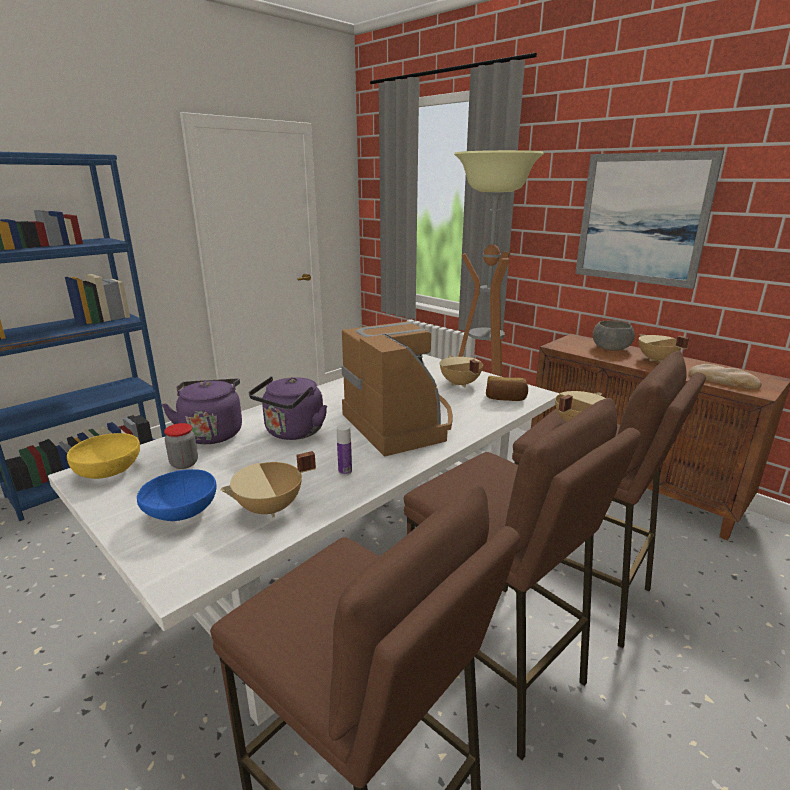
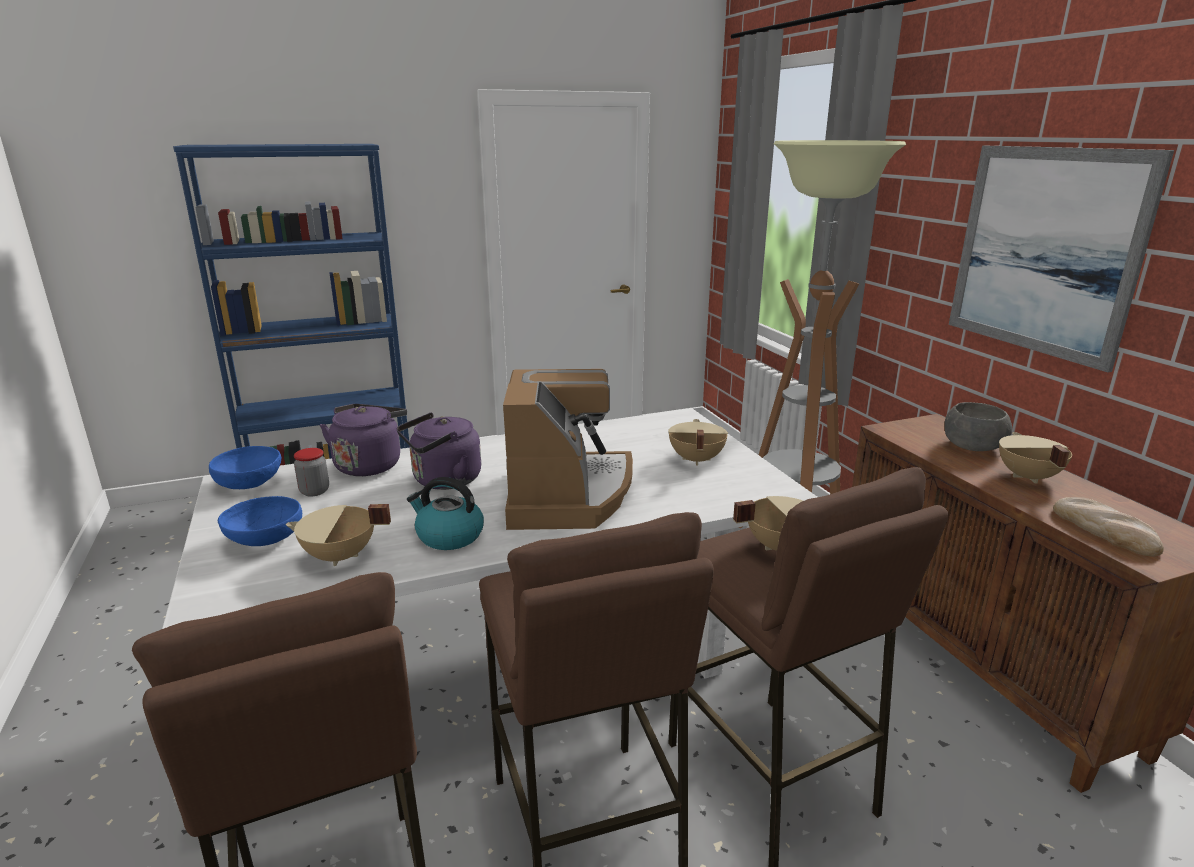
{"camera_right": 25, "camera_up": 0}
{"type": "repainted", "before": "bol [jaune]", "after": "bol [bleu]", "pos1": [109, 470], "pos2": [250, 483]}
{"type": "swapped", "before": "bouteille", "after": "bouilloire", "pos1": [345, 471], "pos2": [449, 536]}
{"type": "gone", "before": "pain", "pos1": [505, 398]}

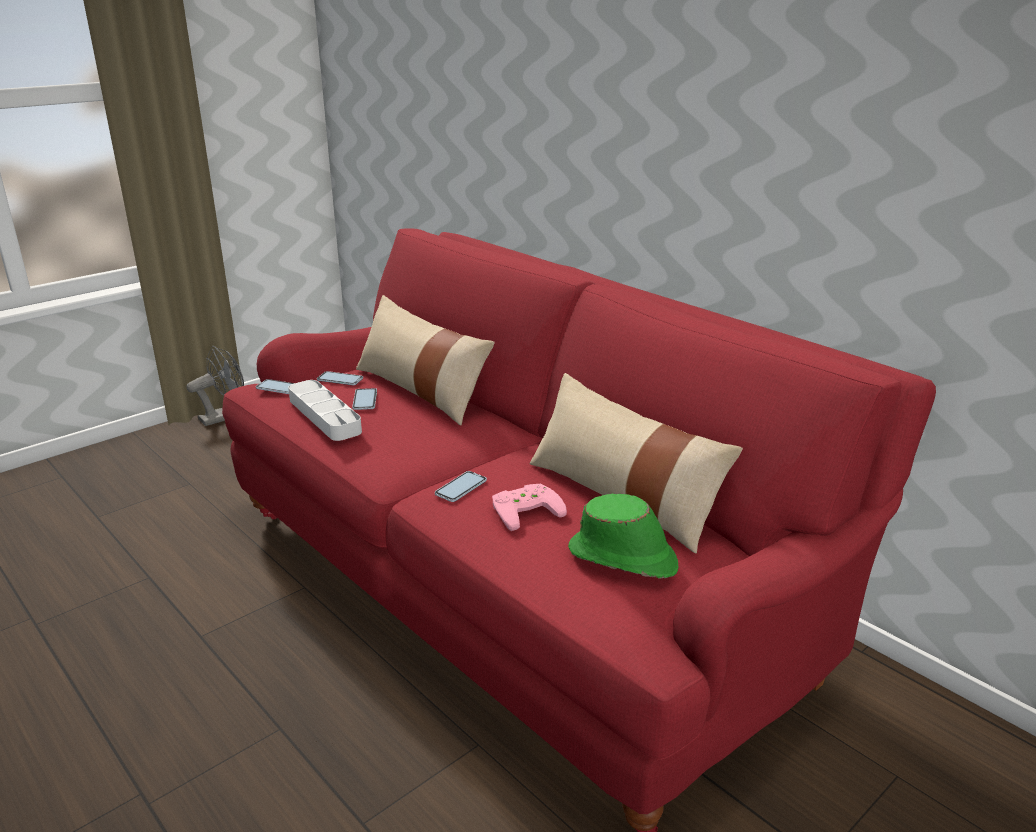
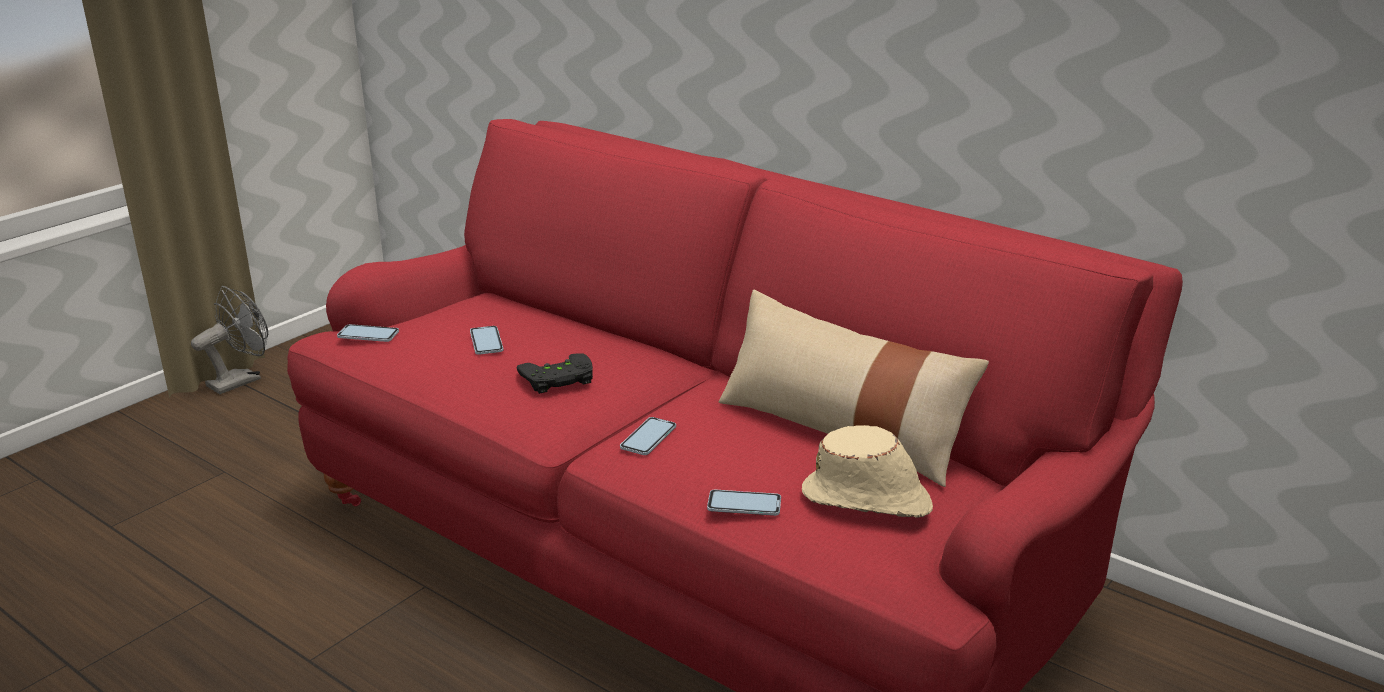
{"camera_right": -10, "camera_up": 0}
{"type": "gone", "before": "plateau [gris]", "pos1": [324, 415]}
{"type": "shifted", "before": "téléphone", "pos1": [340, 379], "pos2": [744, 504]}
{"type": "gone", "before": "coussin [beige]", "pos1": [421, 390]}
{"type": "gone", "before": "manette [rose]", "pos1": [525, 509]}
{"type": "repainted", "before": "chapeau [vert]", "after": "chapeau [beige]", "pos1": [623, 558], "pos2": [867, 500]}
{"type": "new", "after": "manette [noir]", "pos2": [558, 380]}

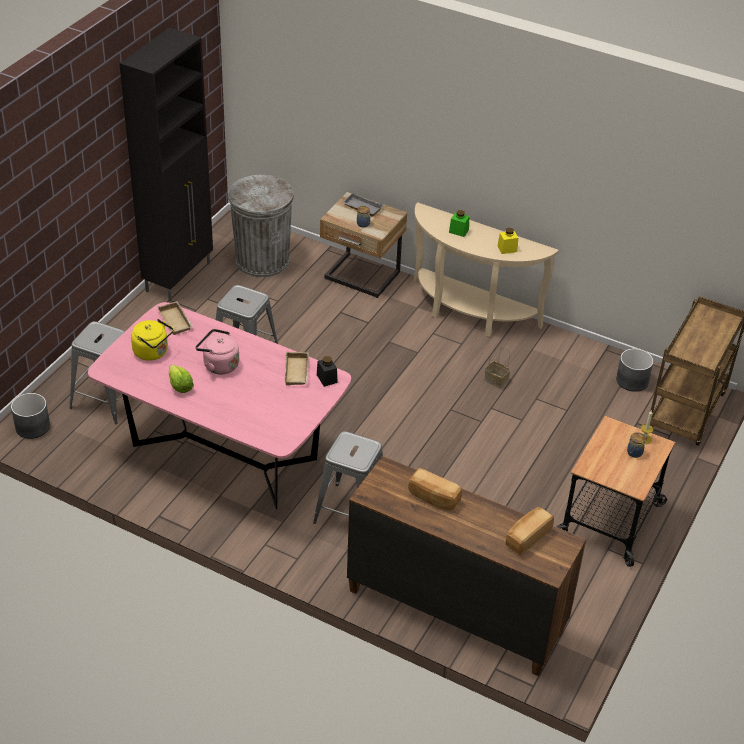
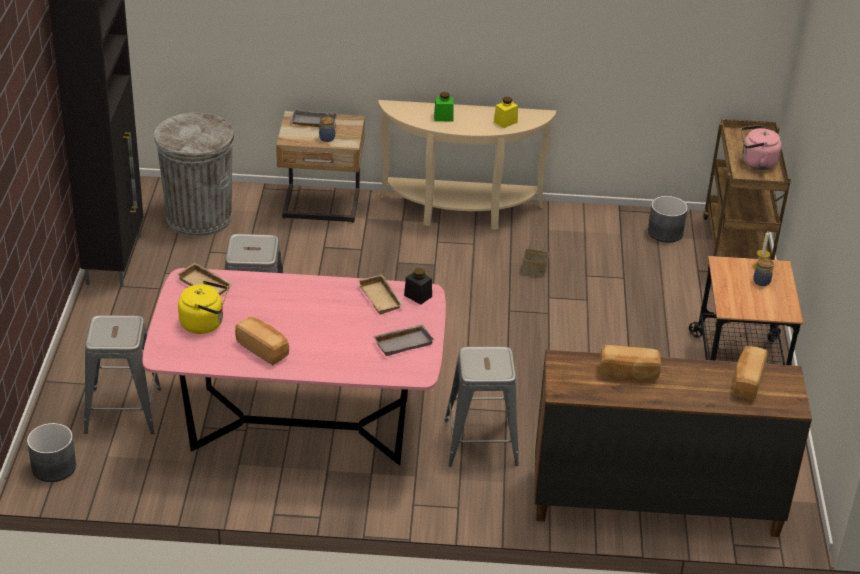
{"camera_right": -25, "camera_up": -5}
{"type": "swapped", "before": "laitue", "after": "pain", "pos1": [180, 386], "pos2": [263, 349]}
{"type": "shifted", "before": "bouilloire [rose]", "pos1": [219, 365], "pos2": [756, 163]}
{"type": "new", "after": "plateau [gris]", "pos2": [403, 342]}

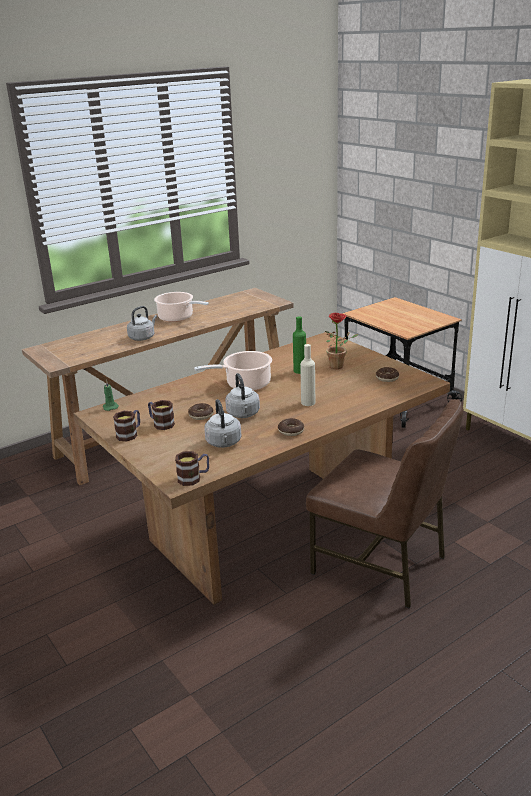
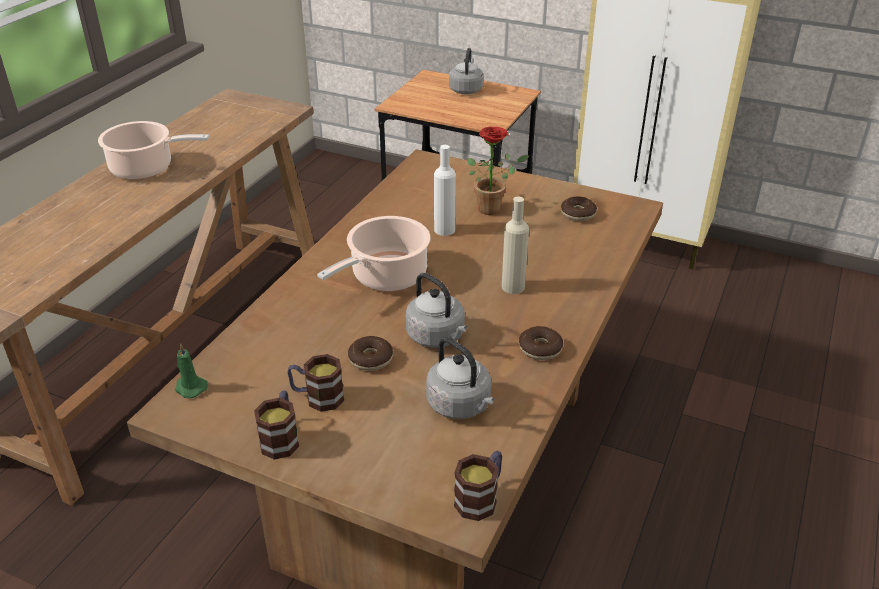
{"camera_right": -30, "camera_up": 10}
{"type": "shifted", "before": "bouilloire [gris]", "pos1": [143, 337], "pos2": [466, 89]}
{"type": "repainted", "before": "bouteille [vert]", "after": "bouteille [blanc]", "pos1": [300, 371], "pos2": [444, 230]}
{"type": "gone", "before": "chaise [marron]", "pos1": [381, 565]}

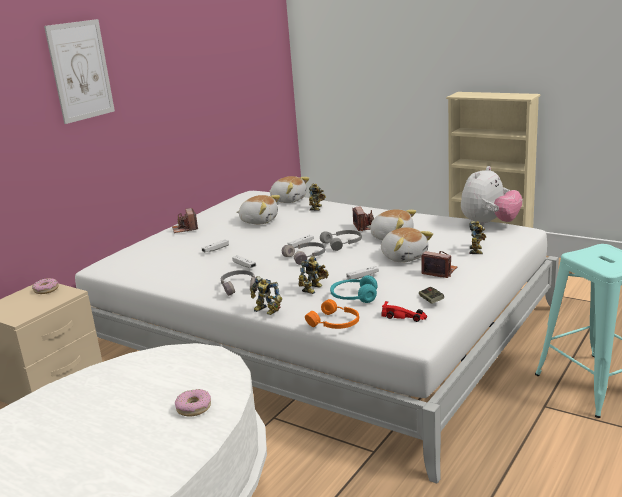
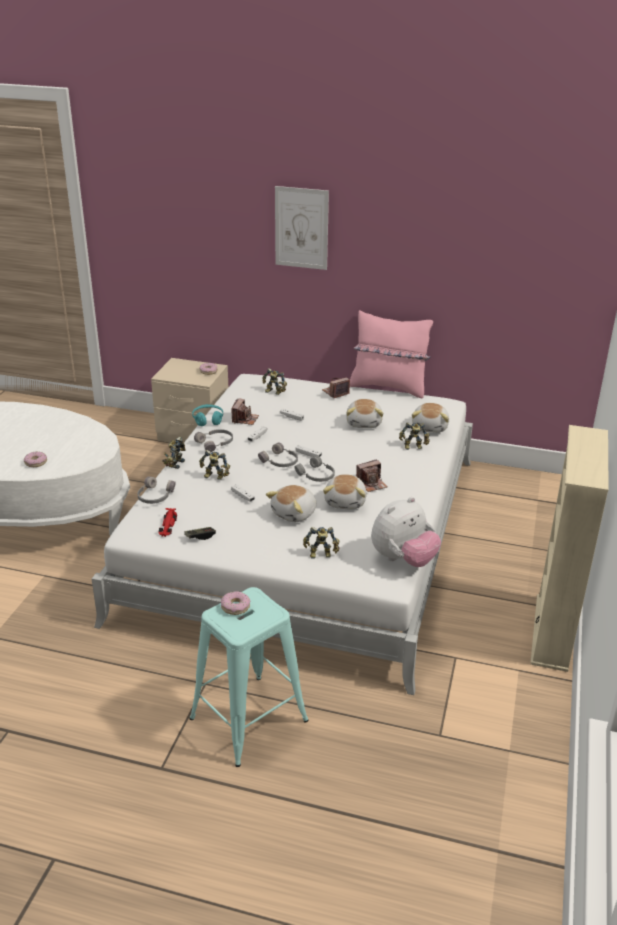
{"camera_right": 70, "camera_up": 10}
{"type": "repainted", "before": "casque audio [orange]", "after": "casque audio [gris]", "pos1": [335, 323], "pos2": [155, 496]}
{"type": "shifted", "before": "casque audio [turquoise]", "pos1": [354, 297], "pos2": [208, 419]}
{"type": "shifted", "before": "appareil photo", "pos1": [439, 271], "pos2": [245, 419]}
{"type": "rotated", "before": "peluche", "pos1": [489, 224], "pos2": [403, 559], "turn": -60}
{"type": "new", "after": "beignet", "pos2": [235, 607]}
{"type": "new", "after": "robot jouet", "pos2": [273, 392]}
{"type": "new", "after": "coussin [rose]", "pos2": [388, 387]}

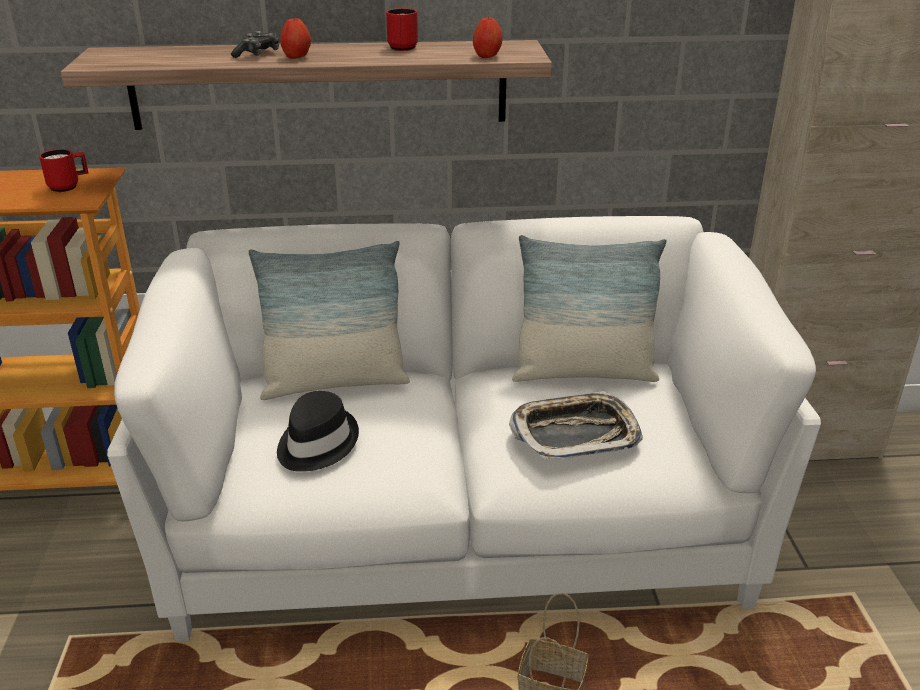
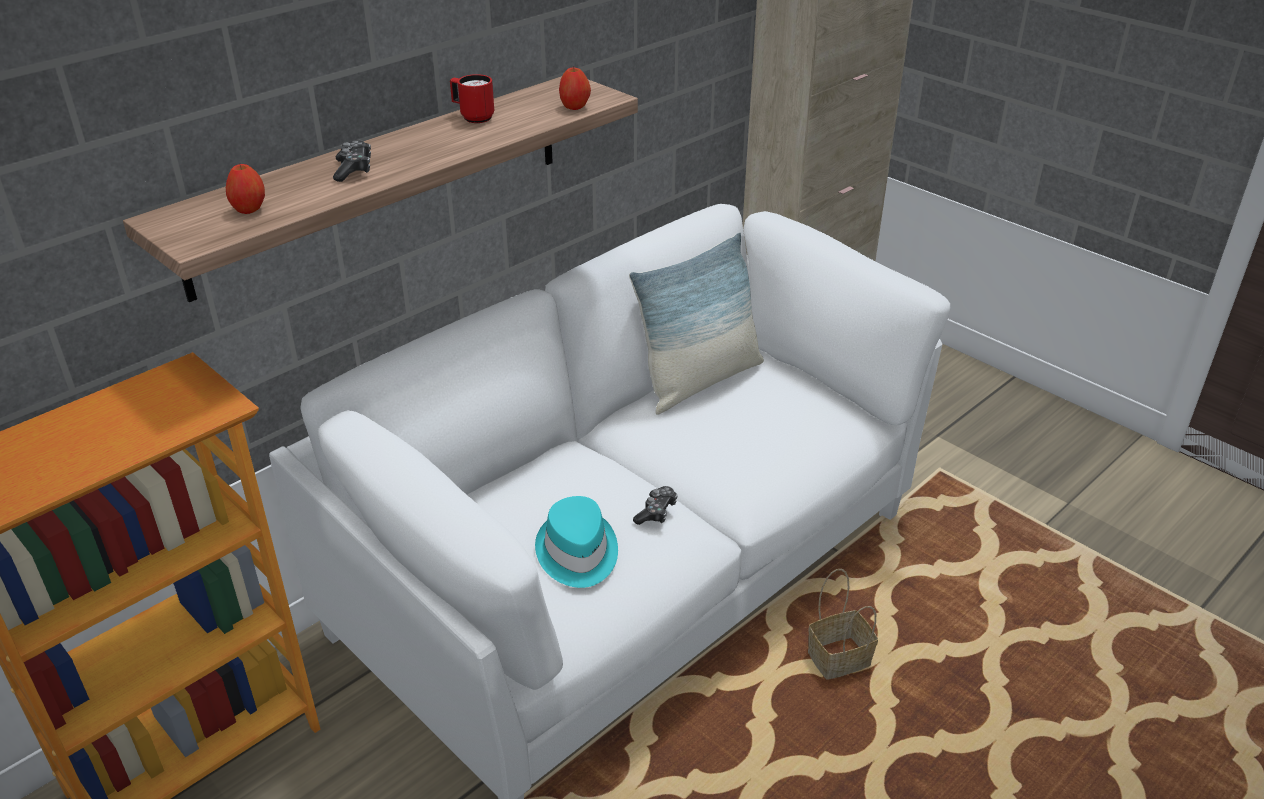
{"camera_right": -40, "camera_up": 5}
{"type": "gone", "before": "mug [rouge]", "pos1": [69, 187]}
{"type": "gone", "before": "coussin", "pos1": [335, 382]}
{"type": "repainted", "before": "chapeau [noir]", "after": "chapeau [turquoise]", "pos1": [316, 443], "pos2": [576, 553]}
{"type": "shifted", "before": "pomme", "pos1": [297, 57], "pos2": [249, 209]}
{"type": "gone", "before": "plateau", "pos1": [575, 433]}
{"type": "new", "after": "manette", "pos2": [656, 512]}

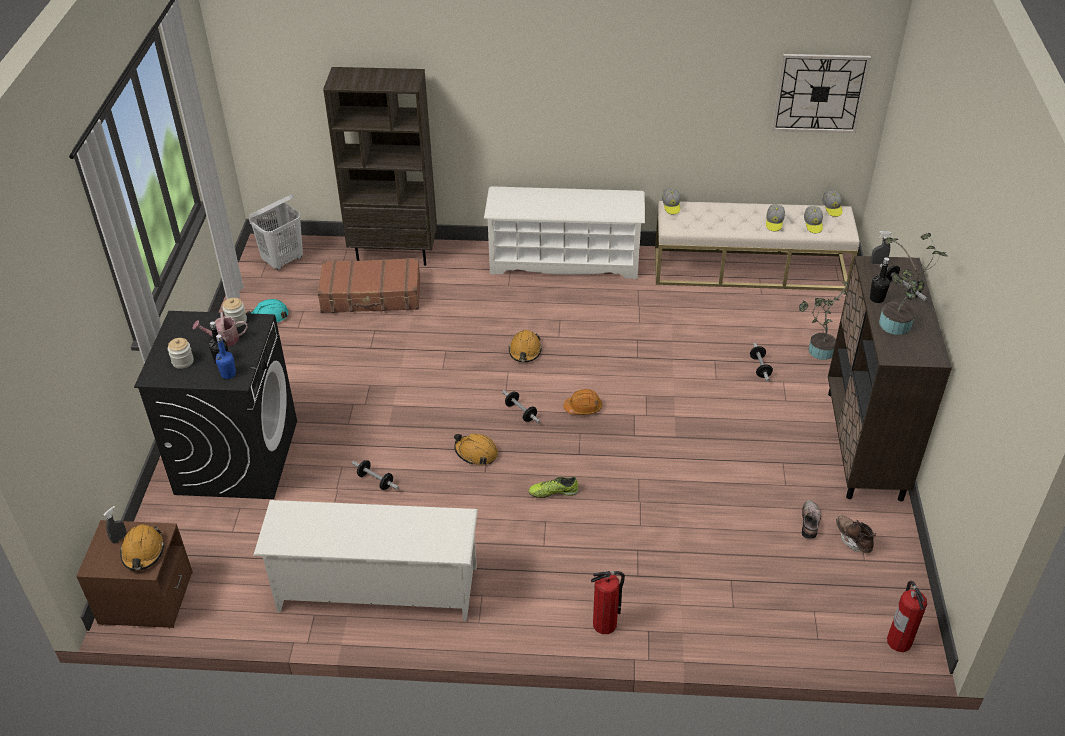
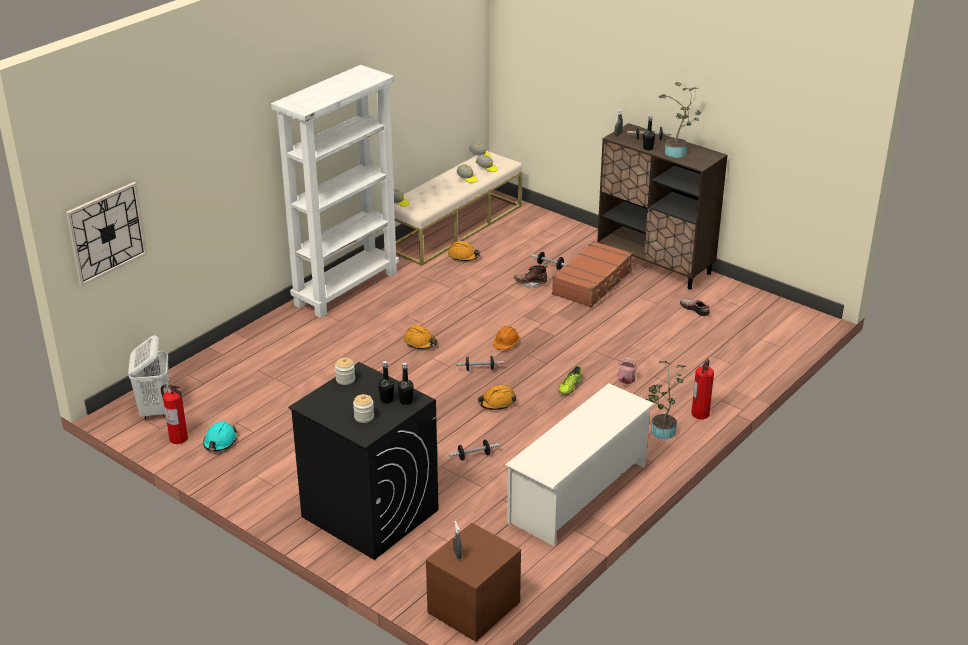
{"camera_right": -55, "camera_up": -10}
{"type": "shifted", "before": "casque de chantier [orange]", "pos1": [143, 552], "pos2": [463, 256]}
{"type": "shifted", "before": "arrosoir", "pos1": [223, 339], "pos2": [625, 380]}
{"type": "repainted", "before": "bouteille [bleu]", "after": "bouteille [noir]", "pos1": [228, 374], "pos2": [406, 401]}
{"type": "shifted", "before": "valise [marron]", "pos1": [371, 295], "pos2": [592, 283]}
{"type": "gone", "before": "bibliothèque [marron]", "pos1": [394, 253]}
{"type": "swapped", "before": "étagère à chaussures [blanc]", "after": "bibliothèque [blanc]", "pos1": [564, 261], "pos2": [346, 288]}
{"type": "shifted", "before": "horloge murale", "pos1": [819, 93], "pos2": [106, 233]}
{"type": "shifted", "before": "plante en pot", "pos1": [818, 350], "pos2": [661, 433]}
{"type": "shifted", "before": "botte [marron]", "pos1": [853, 539], "pos2": [530, 284]}
{"type": "shifted", "before": "extincteur", "pos1": [899, 641], "pos2": [178, 438]}

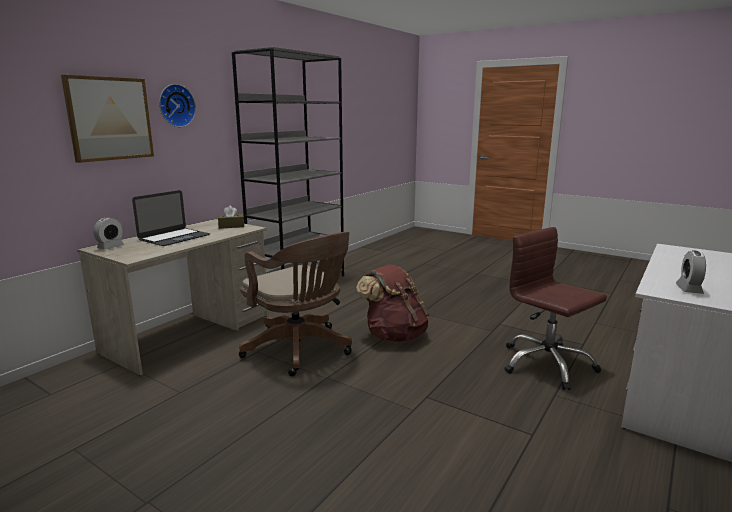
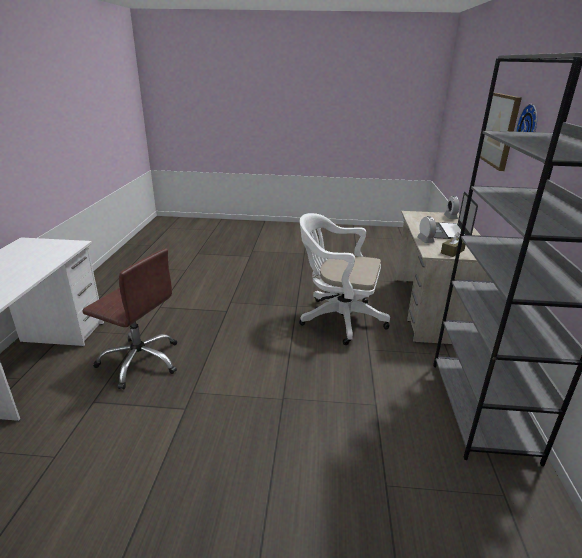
{"camera_right": 150, "camera_up": 10}
{"type": "repainted", "before": "chaise de bureau [marron]", "after": "chaise de bureau [blanc]", "pos1": [300, 350], "pos2": [338, 319]}
{"type": "gone", "before": "sac à dos [marron]", "pos1": [394, 335]}
{"type": "shifted", "before": "réveil", "pos1": [689, 289], "pos2": [425, 240]}

